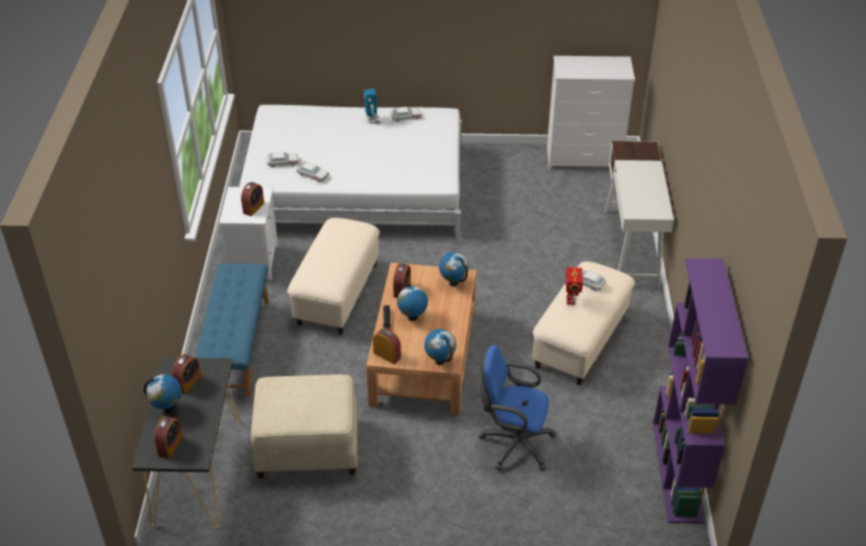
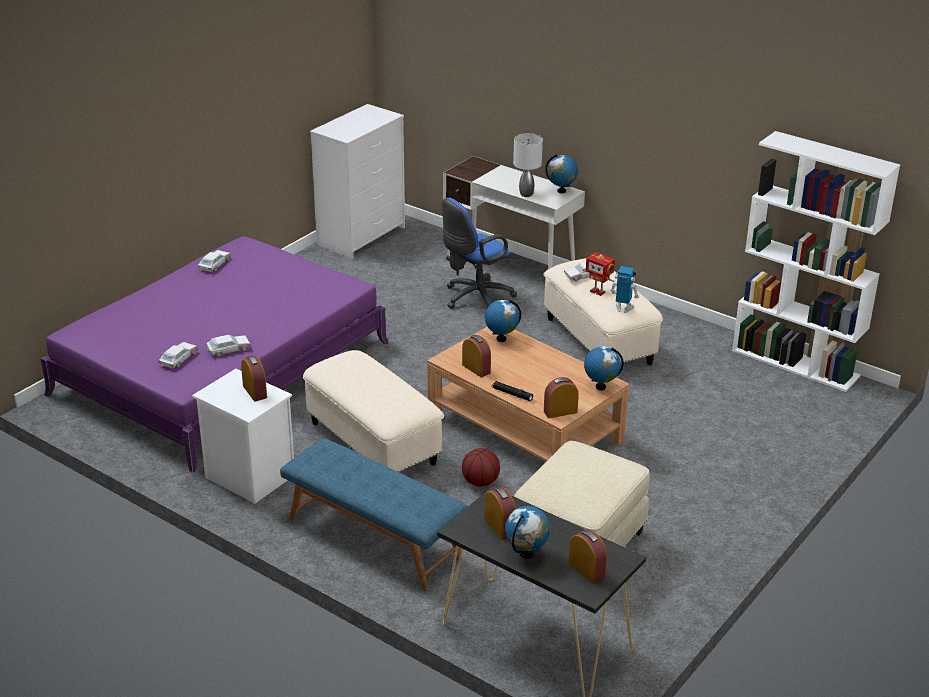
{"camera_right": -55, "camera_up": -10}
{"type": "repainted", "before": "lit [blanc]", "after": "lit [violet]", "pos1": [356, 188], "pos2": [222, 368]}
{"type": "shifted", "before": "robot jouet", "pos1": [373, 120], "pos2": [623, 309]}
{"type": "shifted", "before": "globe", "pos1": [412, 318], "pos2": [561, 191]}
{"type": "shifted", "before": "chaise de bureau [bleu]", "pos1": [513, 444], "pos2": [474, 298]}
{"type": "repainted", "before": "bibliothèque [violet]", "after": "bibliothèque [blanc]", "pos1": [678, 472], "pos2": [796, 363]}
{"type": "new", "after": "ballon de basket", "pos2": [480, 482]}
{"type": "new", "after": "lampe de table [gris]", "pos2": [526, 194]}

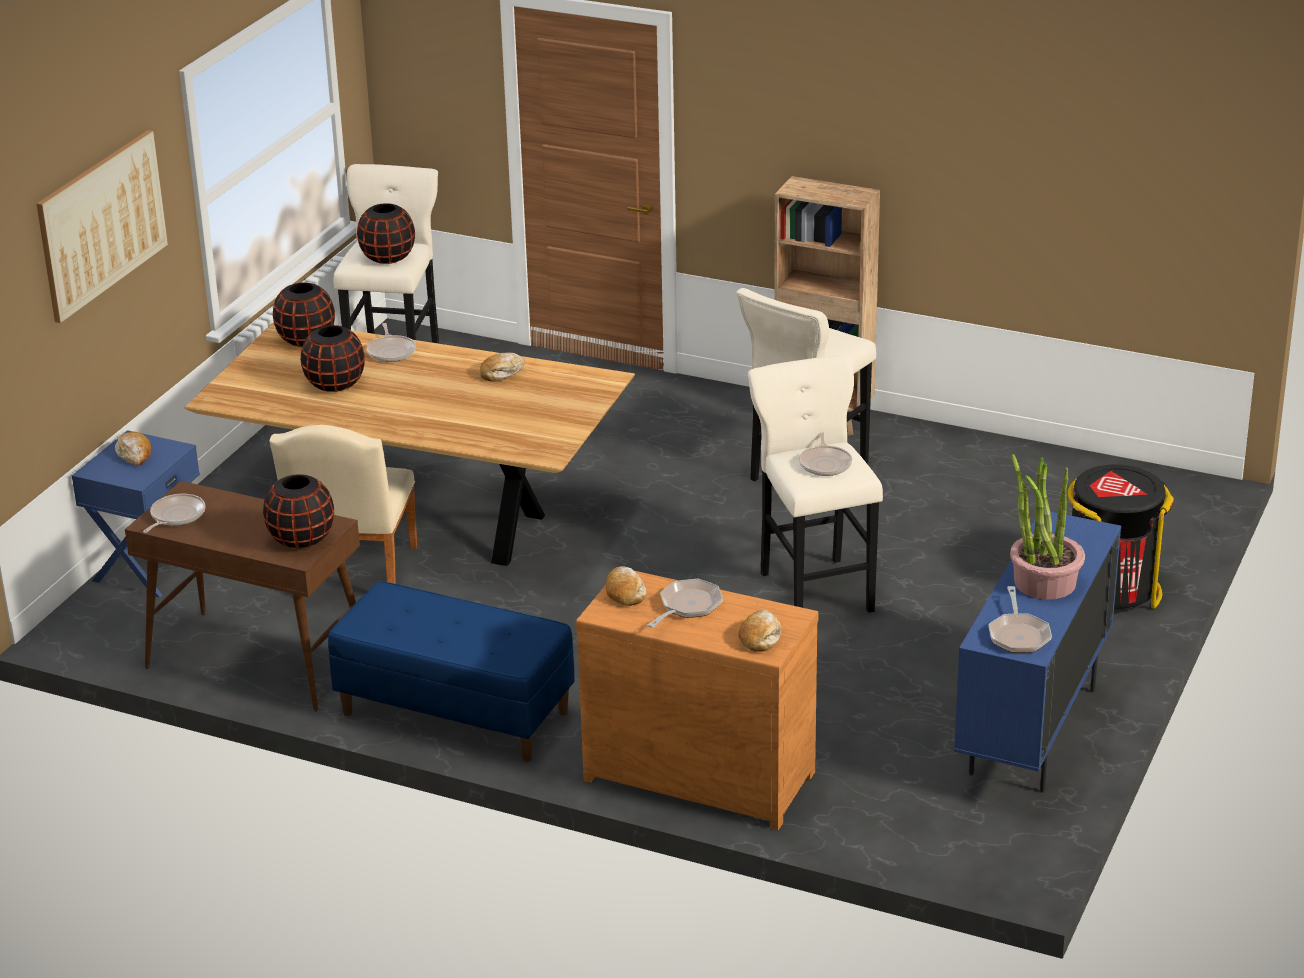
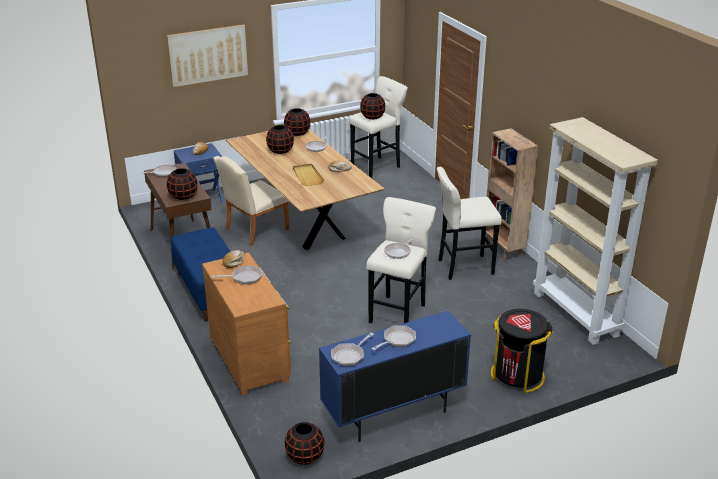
{"camera_right": 40, "camera_up": 0}
{"type": "gone", "before": "pain", "pos1": [760, 637]}
{"type": "swapped", "before": "plante en pot", "after": "poêle", "pos1": [1044, 582], "pos2": [397, 340]}
{"type": "new", "after": "vase [noir]", "pos2": [305, 457]}
{"type": "new", "after": "plateau [beige]", "pos2": [307, 176]}
{"type": "new", "after": "bibliothèque [beige]", "pos2": [576, 314]}

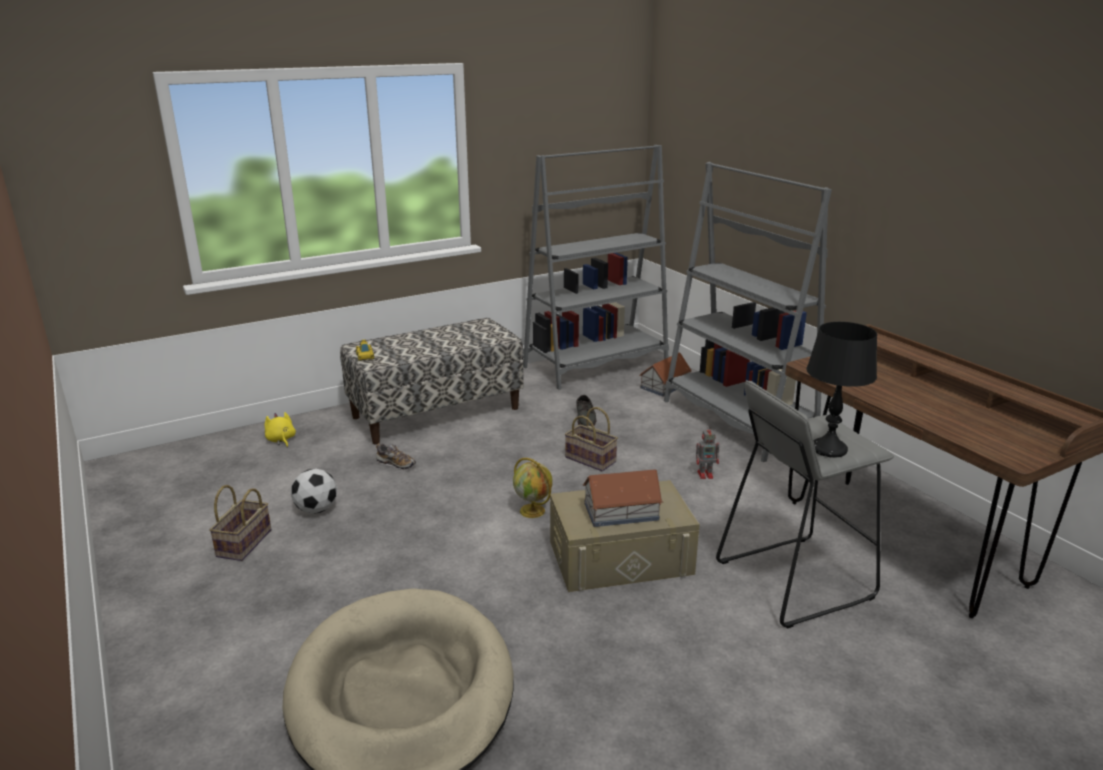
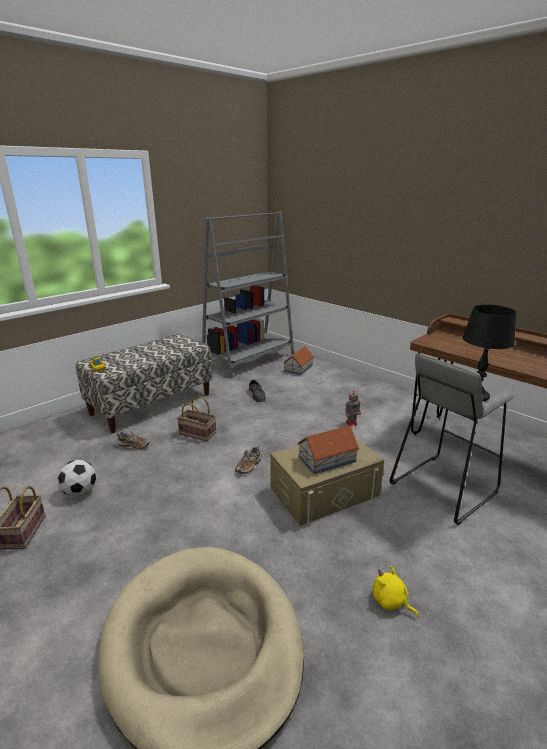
{"camera_right": -15, "camera_up": 0}
{"type": "shifted", "before": "peluche [jaune]", "pos1": [281, 440], "pos2": [391, 601]}
{"type": "swapped", "before": "globe", "after": "chaussure", "pos1": [533, 511], "pos2": [248, 466]}
{"type": "shifted", "before": "panier", "pos1": [592, 459], "pos2": [199, 433]}
{"type": "gone", "before": "bibliothèque [gris]", "pos1": [737, 420]}

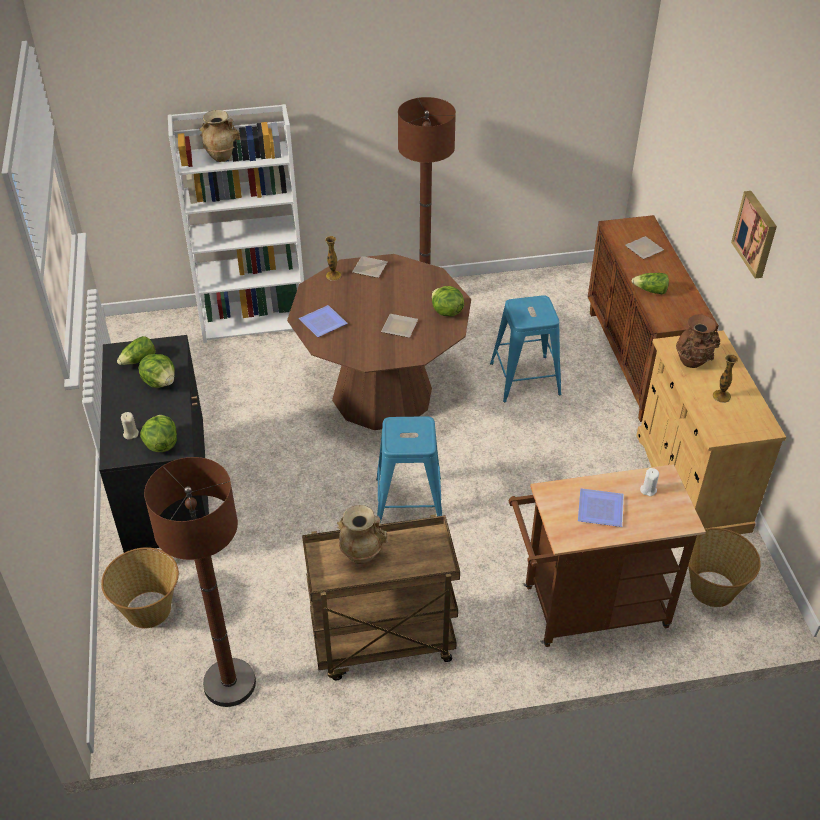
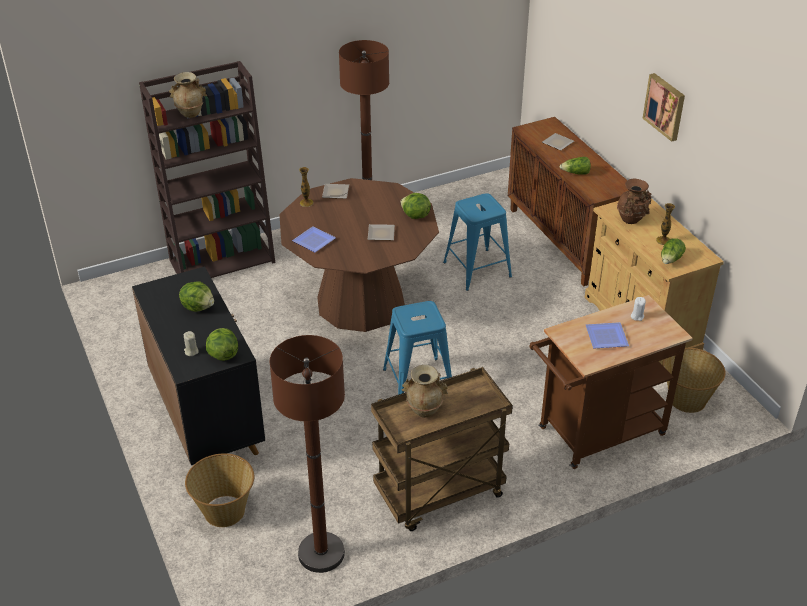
{"camera_right": -15, "camera_up": -5}
{"type": "shifted", "before": "laitue", "pos1": [139, 360], "pos2": [671, 260]}
{"type": "repainted", "before": "bibliothèque [blanc]", "after": "bibliothèque [marron]", "pos1": [255, 318], "pos2": [223, 260]}

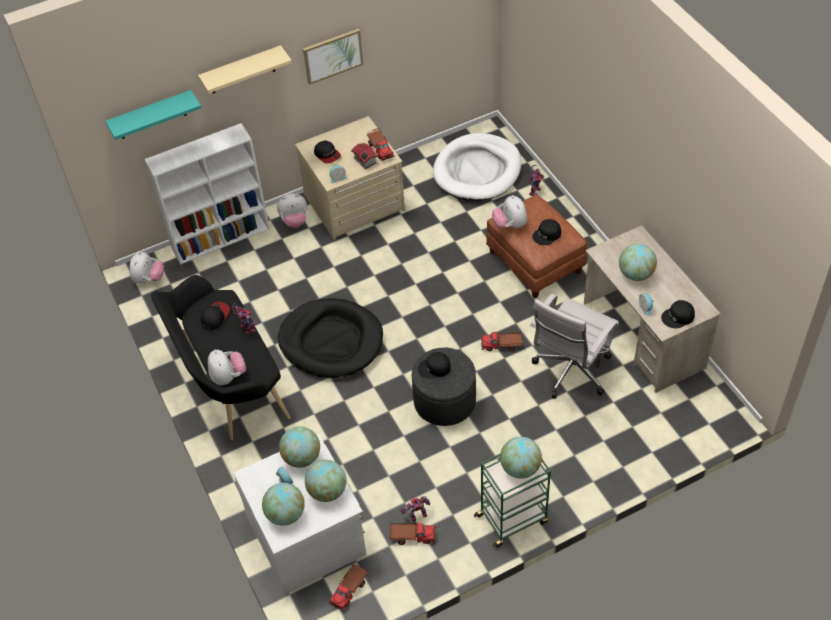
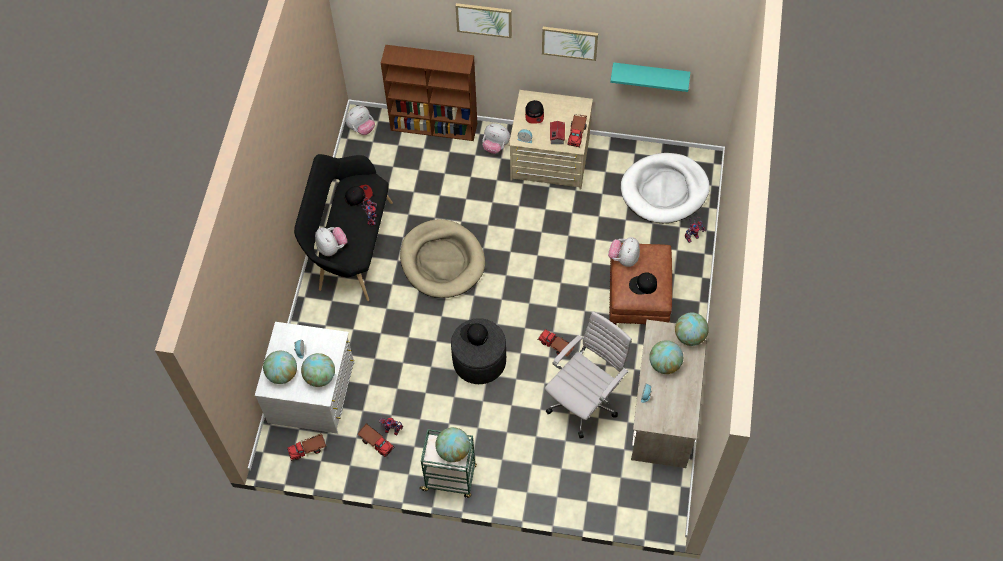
{"camera_right": 35, "camera_up": 10}
{"type": "shifted", "before": "étagère [turquoise]", "pos1": [151, 115], "pos2": [650, 74]}
{"type": "repainted", "before": "bibliothèque [blanc]", "after": "bibliothèque [marron]", "pos1": [221, 237], "pos2": [435, 126]}
{"type": "swapped", "before": "étagère [beige]", "after": "tableau", "pos1": [242, 70], "pos2": [484, 19]}
{"type": "rotated", "before": "peluche", "pos1": [228, 377], "pos2": [332, 247], "turn": -45}
{"type": "repainted", "before": "panier pour chien [noir]", "after": "panier pour chien [beige]", "pos1": [331, 341], "pos2": [442, 261]}
{"type": "shifted", "before": "globe", "pos1": [302, 457], "pos2": [689, 336]}
{"type": "rotated", "before": "chaise de bureau [blanc]", "pos1": [570, 373], "pos2": [584, 401], "turn": 150}
{"type": "gone", "before": "casquette [noir]", "pos1": [678, 317]}

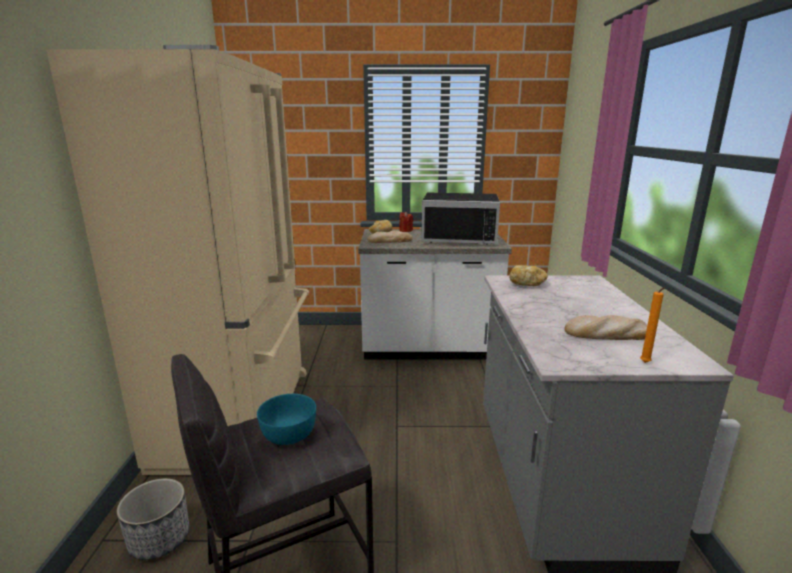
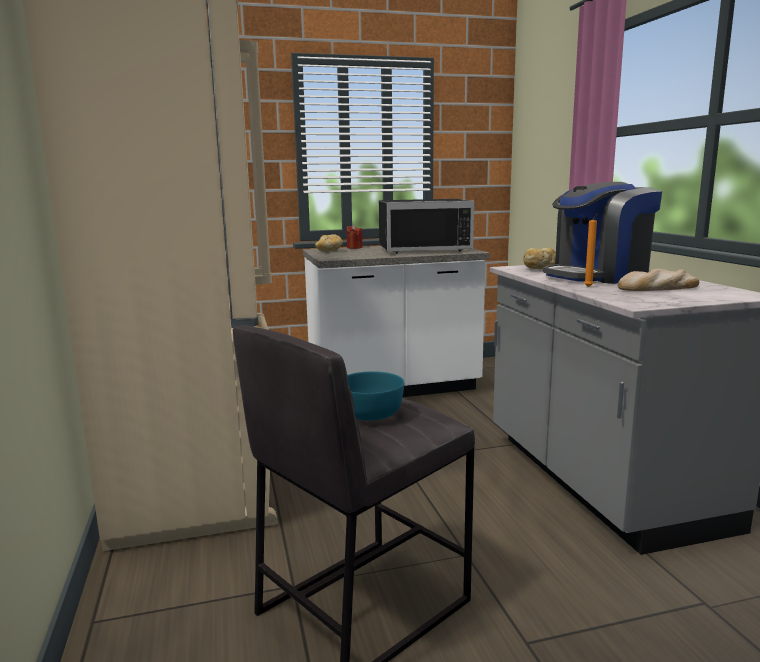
{"camera_right": -15, "camera_up": -5}
{"type": "gone", "before": "cache-pot", "pos1": [160, 539]}
{"type": "gone", "before": "pain", "pos1": [390, 241]}
{"type": "shifted", "before": "bougie [orange]", "pos1": [645, 363], "pos2": [589, 287]}
{"type": "new", "after": "machine à café", "pos2": [598, 276]}

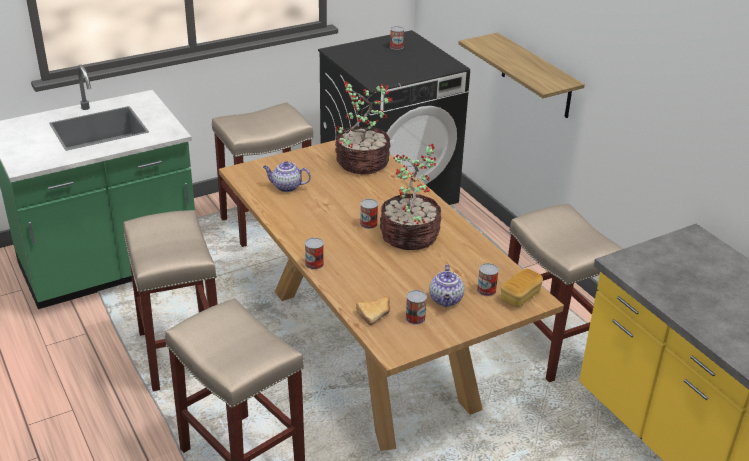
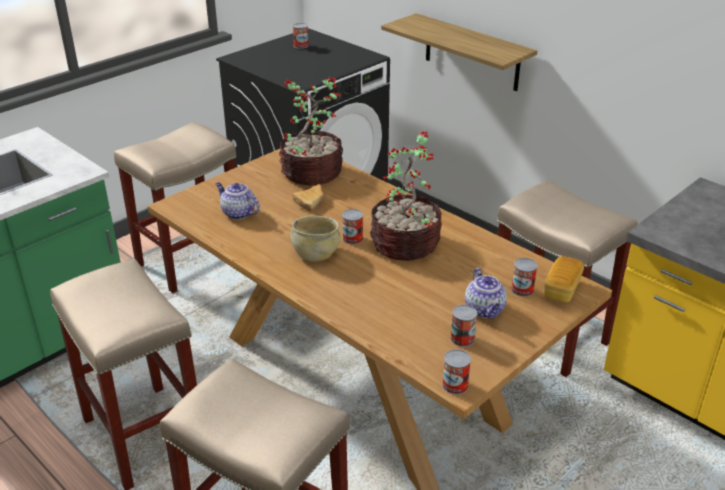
{"camera_right": -15, "camera_up": 0}
{"type": "rotated", "before": "théière", "pos1": [286, 187], "pos2": [237, 213], "turn": 45}
{"type": "shifted", "before": "boîte métallique", "pos1": [314, 264], "pos2": [455, 385]}
{"type": "shifted", "before": "pain", "pos1": [376, 314], "pos2": [312, 202]}
{"type": "new", "after": "bol [beige]", "pos2": [316, 253]}

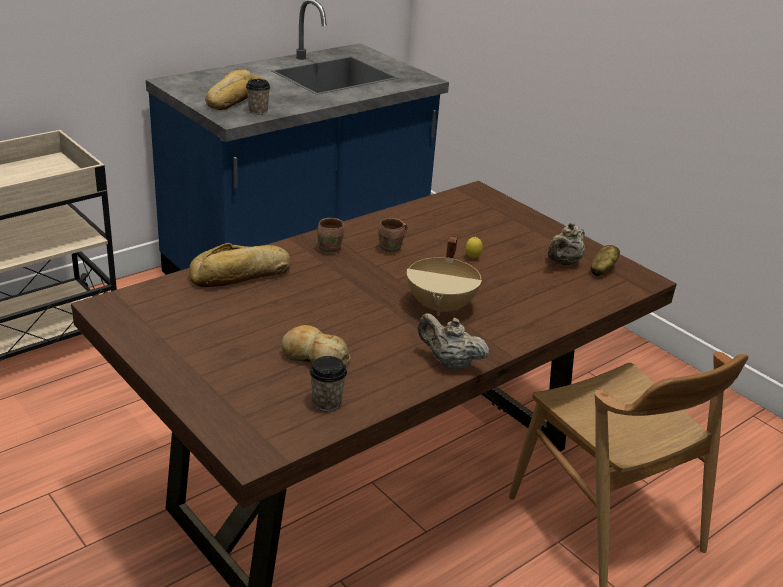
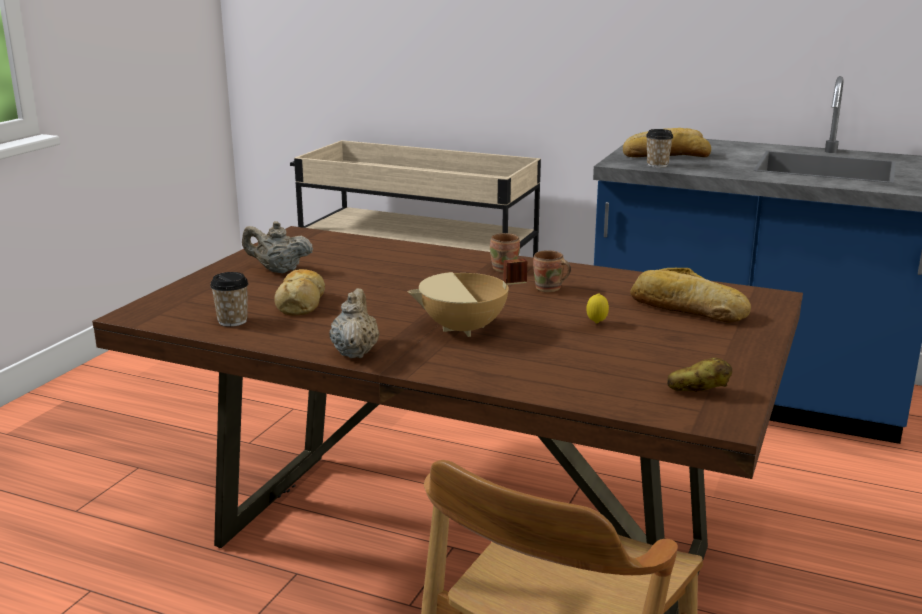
{"camera_right": 65, "camera_up": -10}
{"type": "shifted", "before": "pain", "pos1": [241, 275], "pos2": [686, 309]}
{"type": "shifted", "before": "théière [beige]", "pos1": [563, 262], "pos2": [278, 270]}

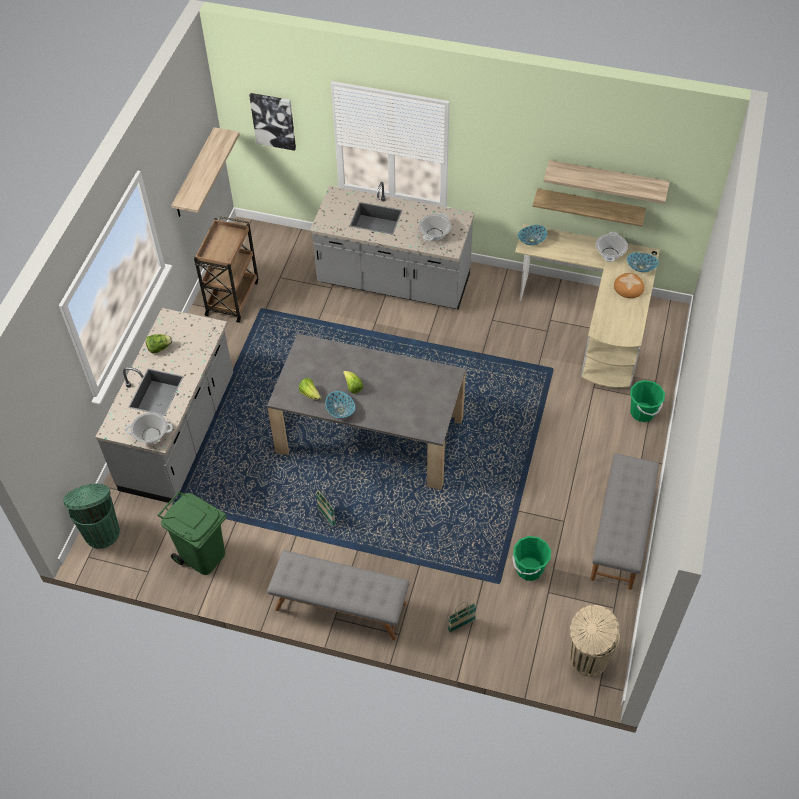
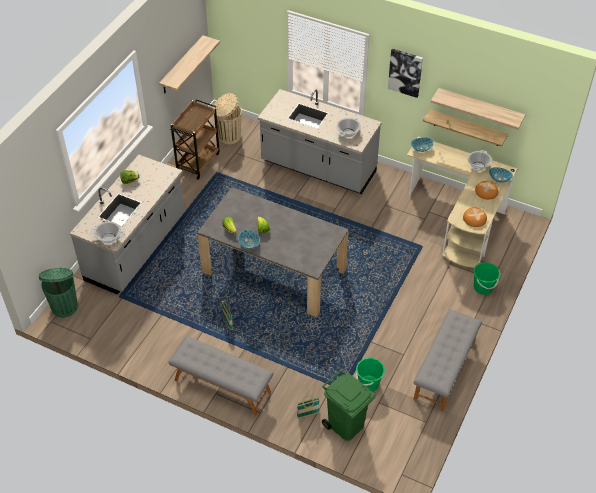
{"camera_right": 10, "camera_up": -5}
{"type": "shifted", "before": "poubelle [vert]", "pos1": [202, 556], "pos2": [345, 425]}
{"type": "shifted", "before": "tableau", "pos1": [273, 120], "pos2": [405, 72]}
{"type": "shifted", "before": "poubelle [beige]", "pos1": [587, 659], "pos2": [228, 136]}
{"type": "new", "after": "pain", "pos2": [474, 218]}

